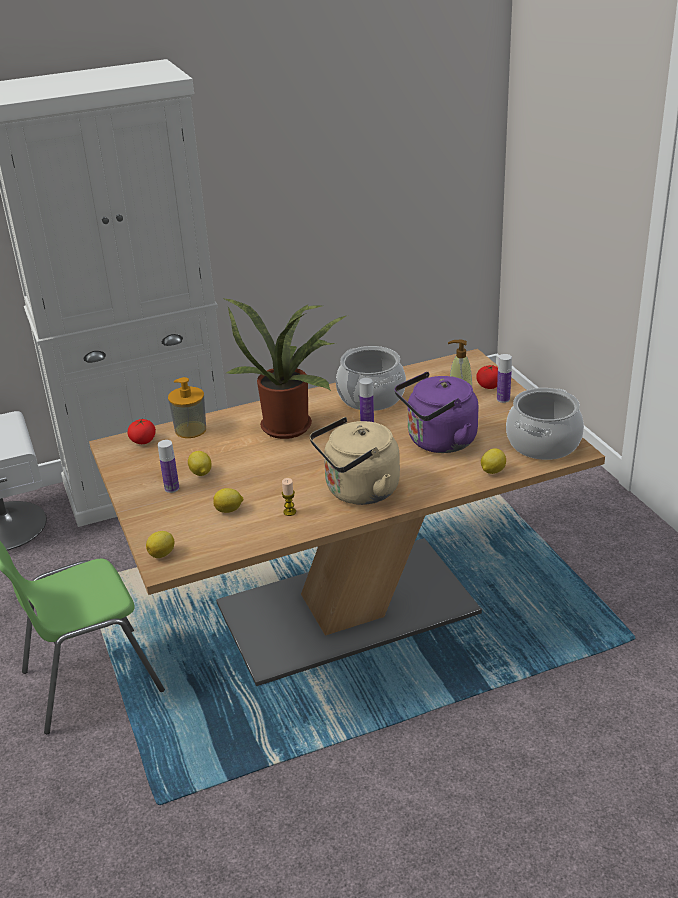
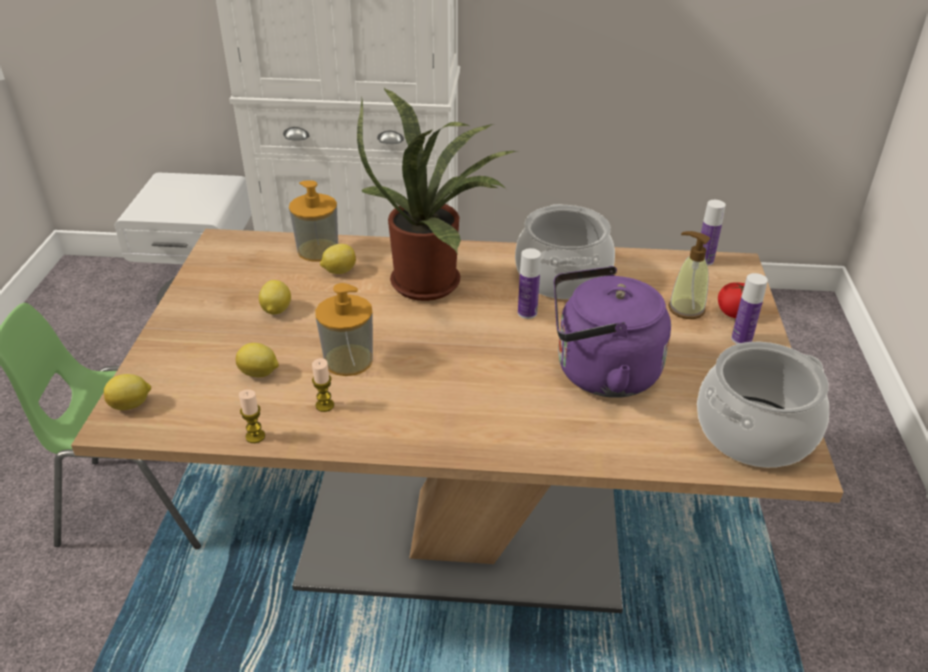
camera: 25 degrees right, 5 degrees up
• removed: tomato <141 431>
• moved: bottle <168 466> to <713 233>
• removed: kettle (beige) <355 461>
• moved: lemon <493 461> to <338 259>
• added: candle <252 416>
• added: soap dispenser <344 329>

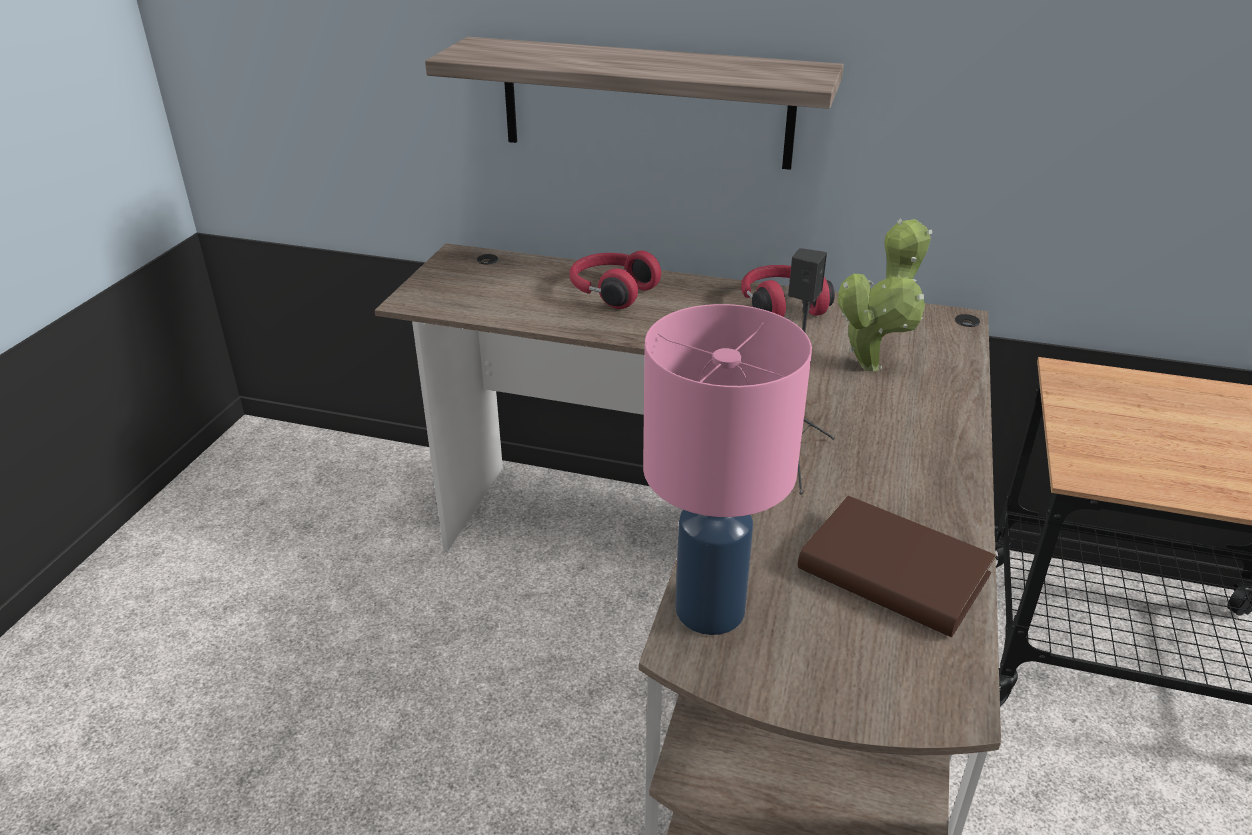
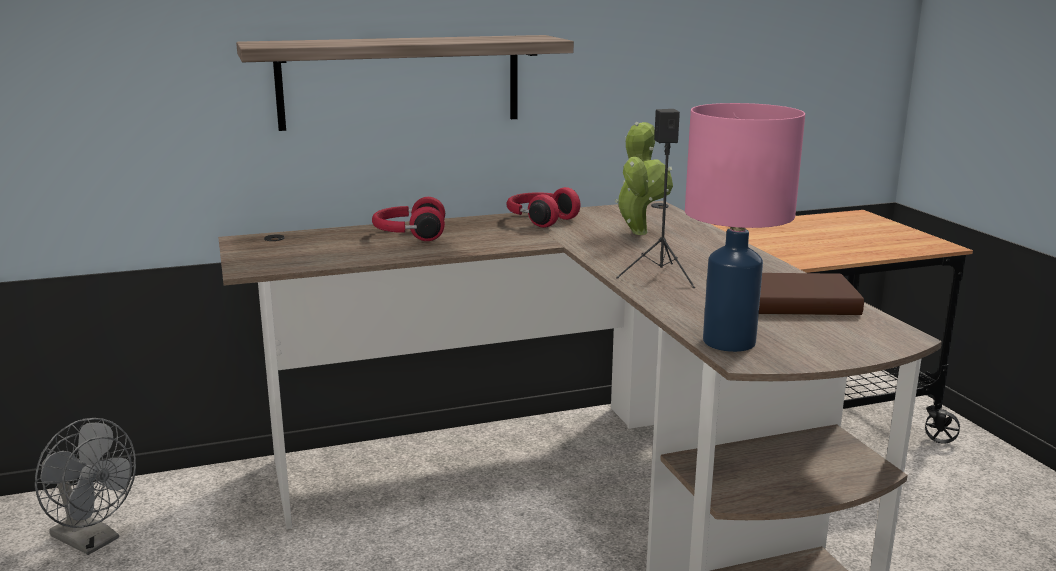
camera: 35 degrees left, 15 degrees down
• added: fan (grey) <85 486>

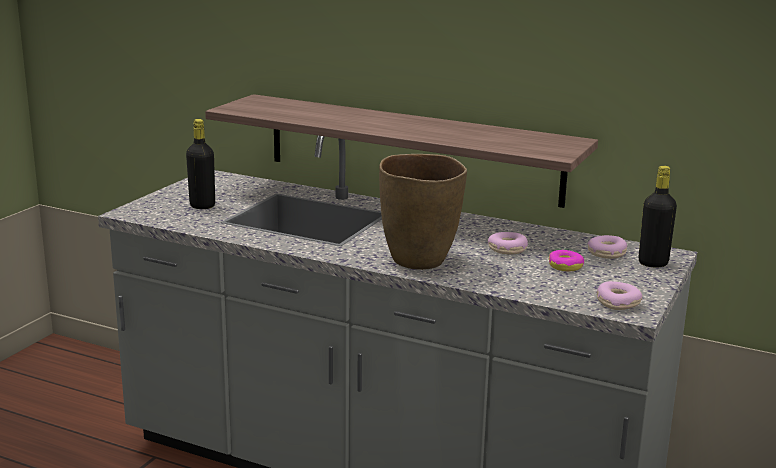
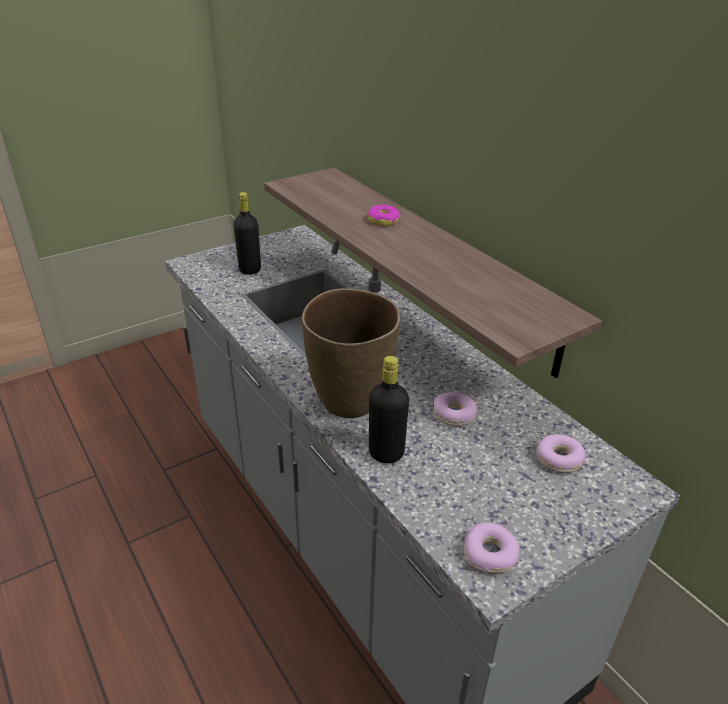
camera: 30 degrees right, 15 degrees up
• moved: donut <566 260> to <384 215>
• moved: bottle (black) <658 217> to <389 409>

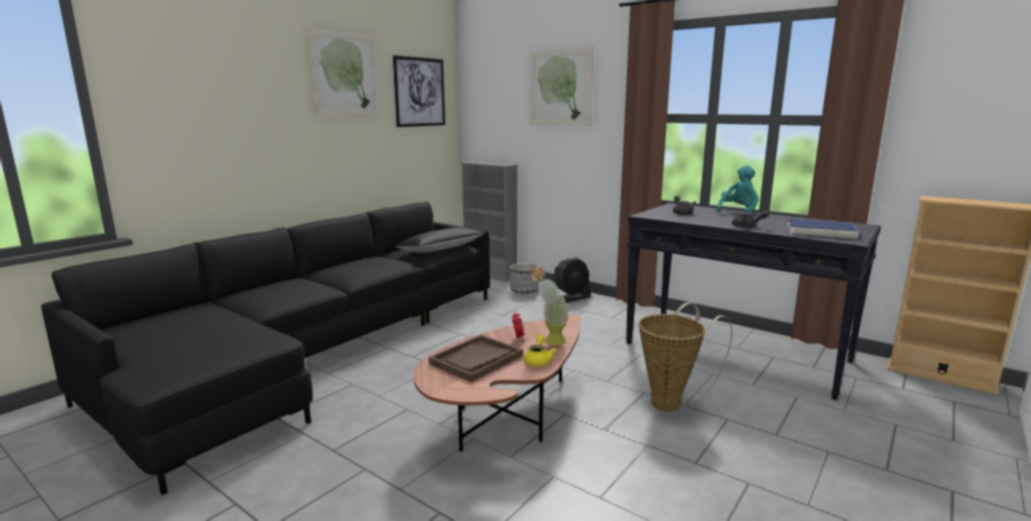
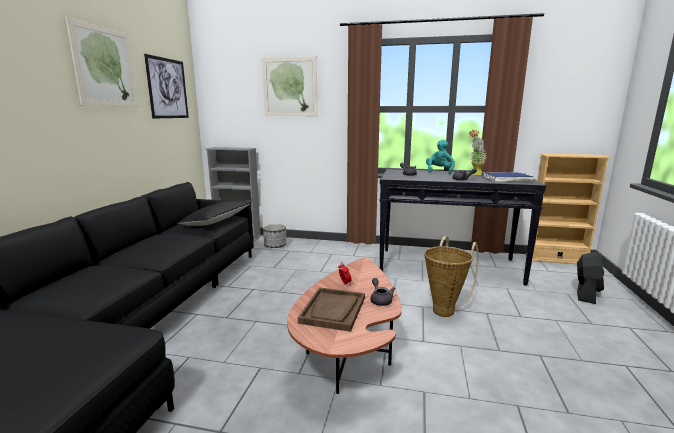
camera: 25 degrees left, 0 degrees up
• recoloured: teapot (yellow) <540 350> to teapot (grey) <382 292>
• moved: potted plant <549 306> to <477 152>
• moved: fan (black) <572 280> to <590 278>

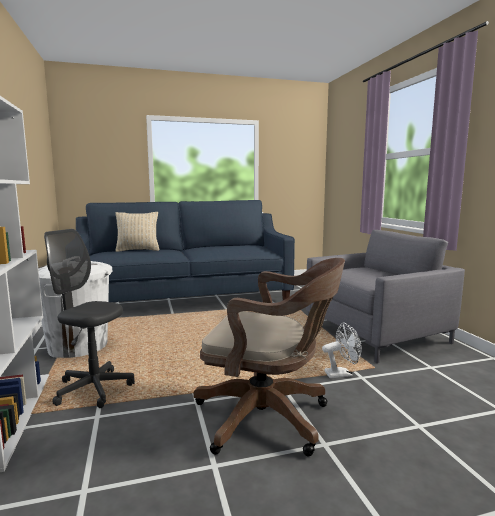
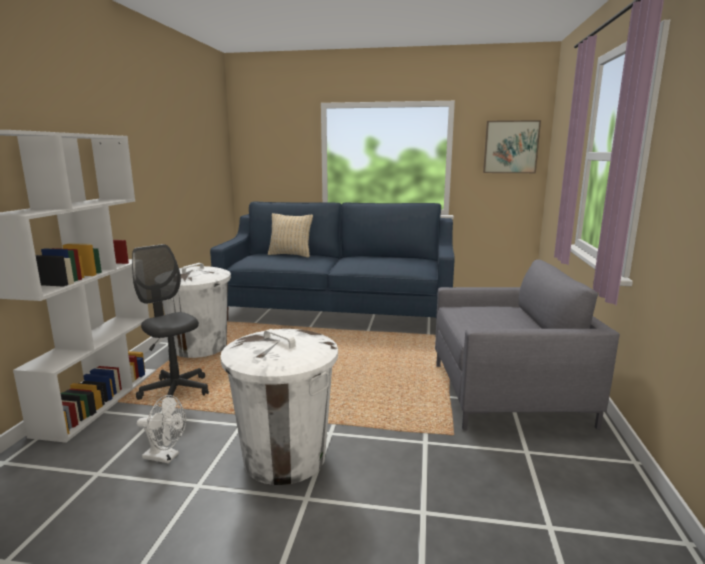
camera: 25 degrees right, 5 degrees up
• replaced: office chair (brown) <269 357> to trash can (white) <279 407>
• moved: fan (white) <342 350> to <161 429>
• added: picture <512 146>

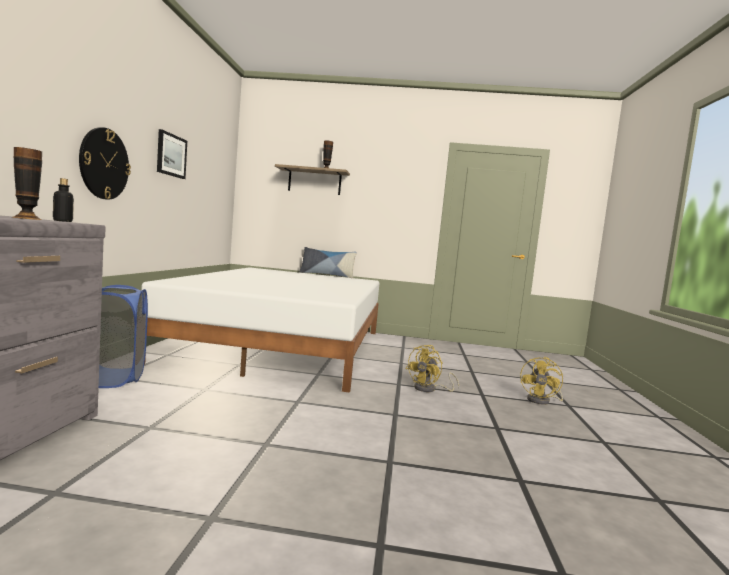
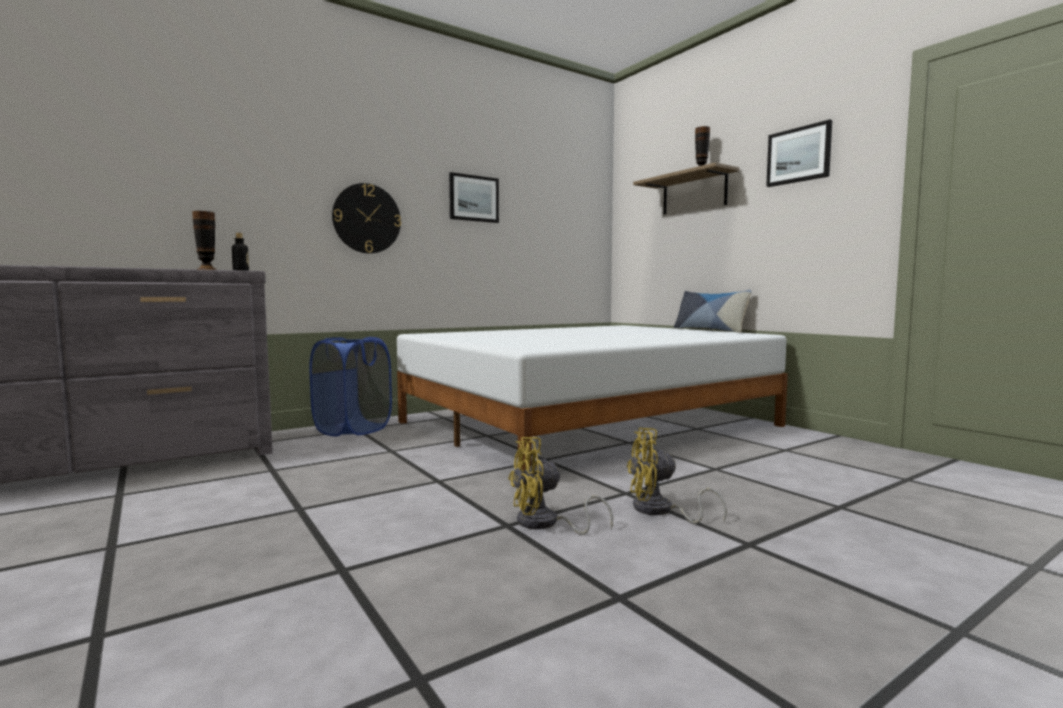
camera: 50 degrees right, 0 degrees up
• moved: fan (yellow) <541 381> to <560 486>
• added: picture <799 153>

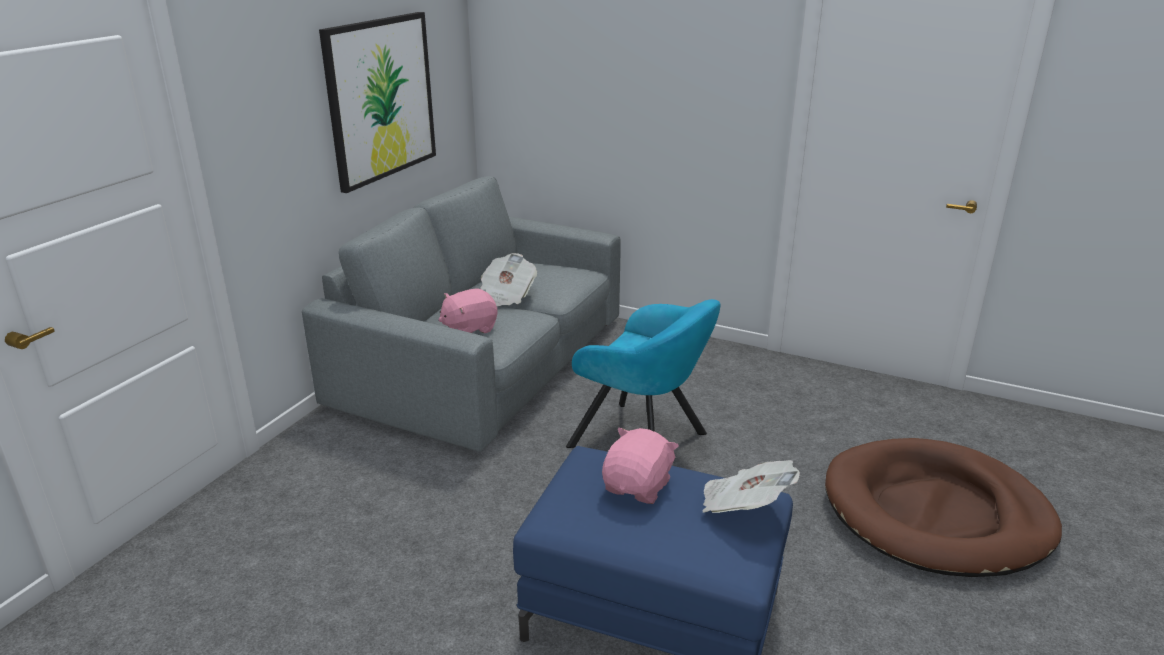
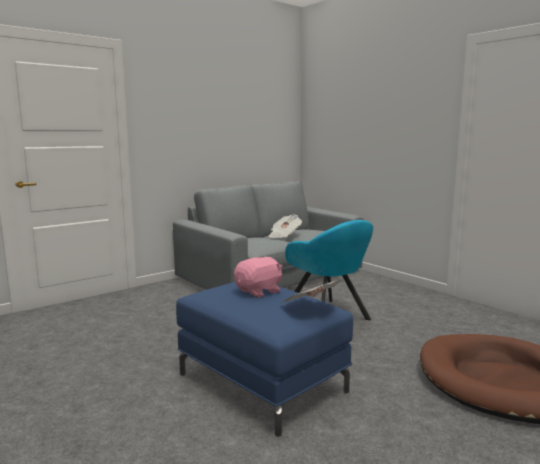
camera: 25 degrees right, 15 degrees down
• removed: picture <377 102>
• removed: plush toy (pink) <468 311>

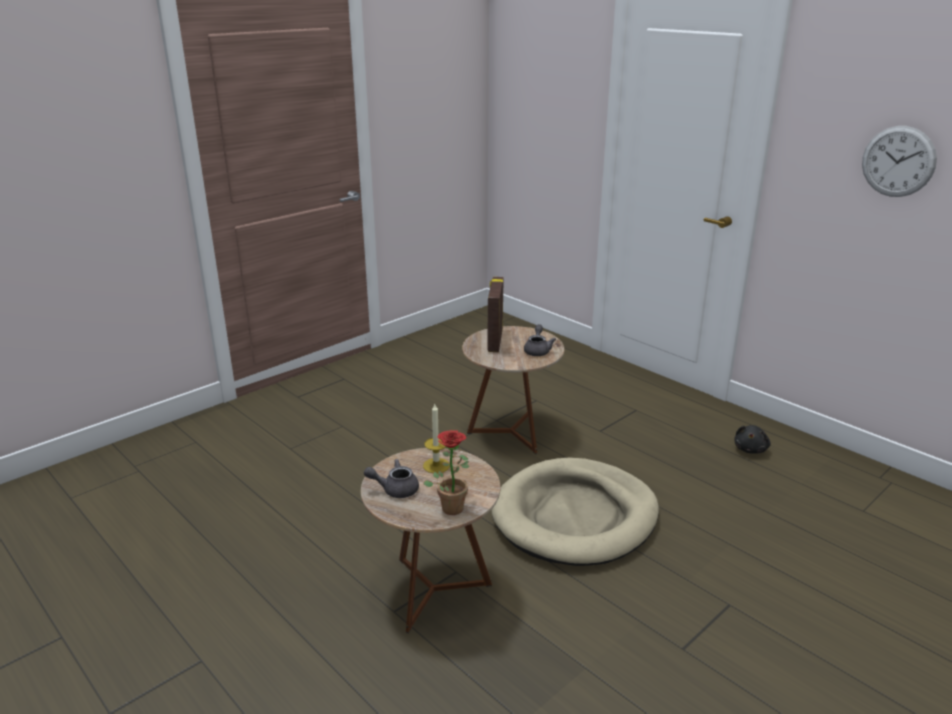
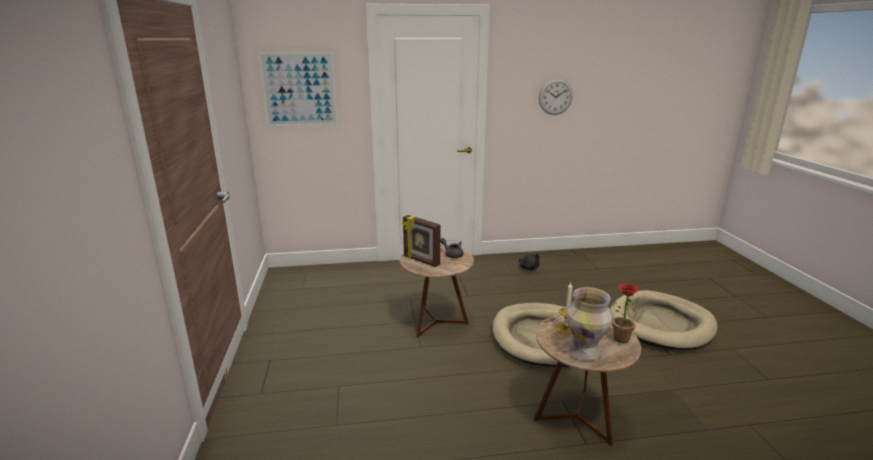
camera: 55 degrees left, 5 degrees down
• replaced: teapot (grey) <391 478> to vase <589 324>
• added: picture <298 89>
• added: dog bed (beige) <664 320>

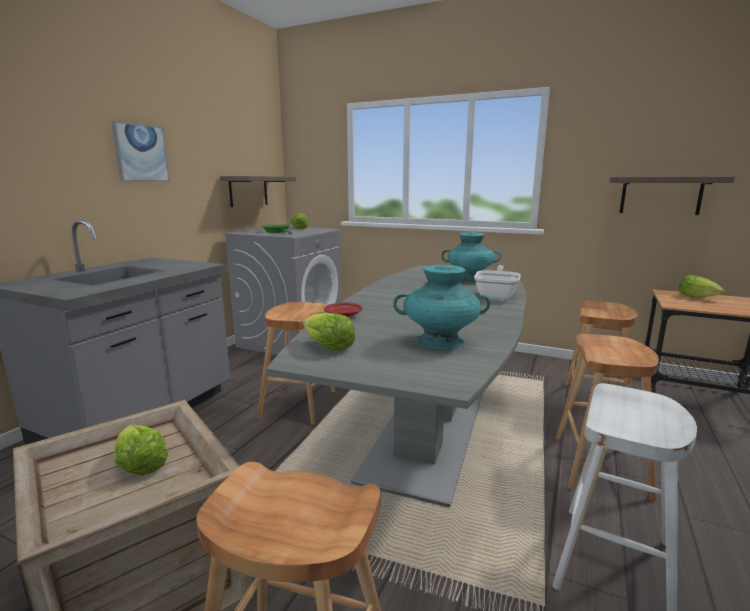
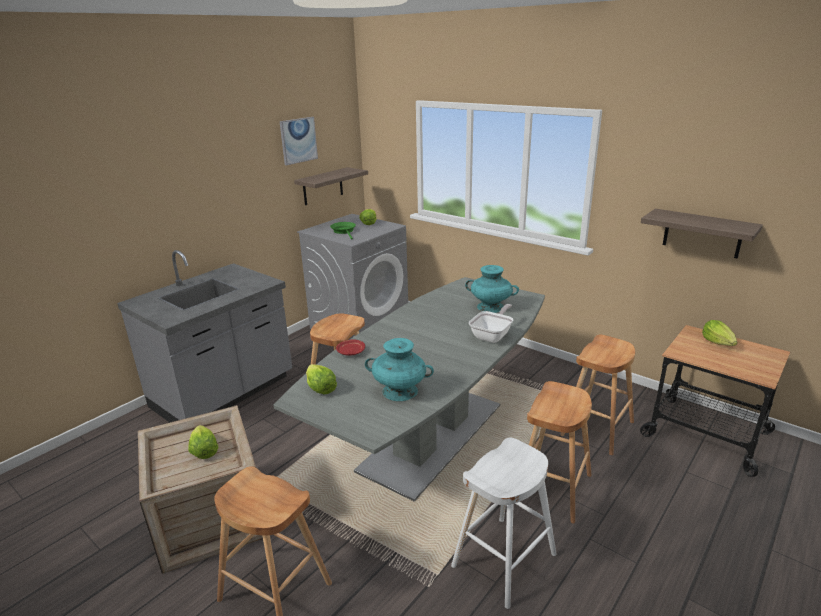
camera: 15 degrees right, 10 degrees up
• moved: picture <140 151> to <299 141>

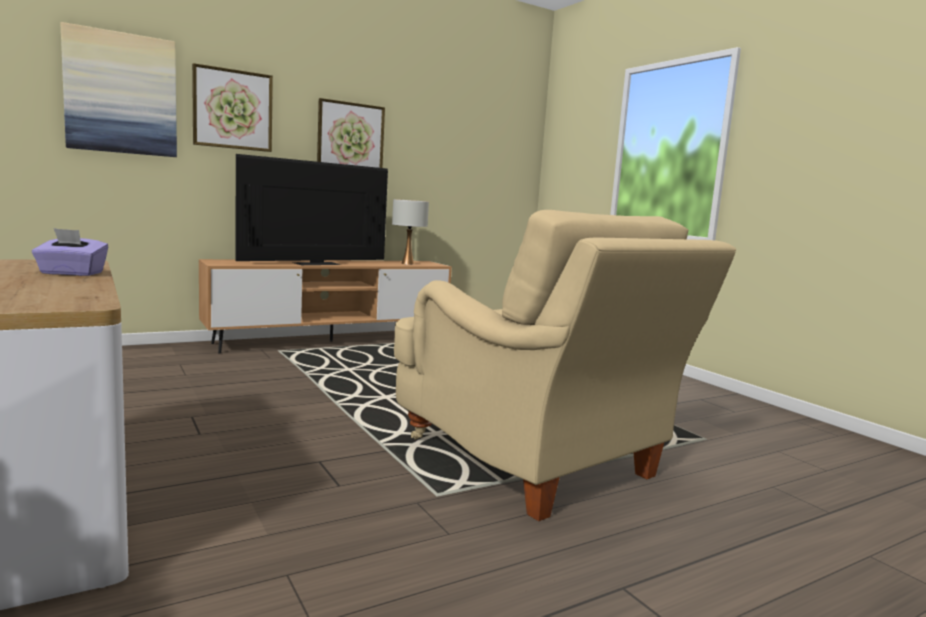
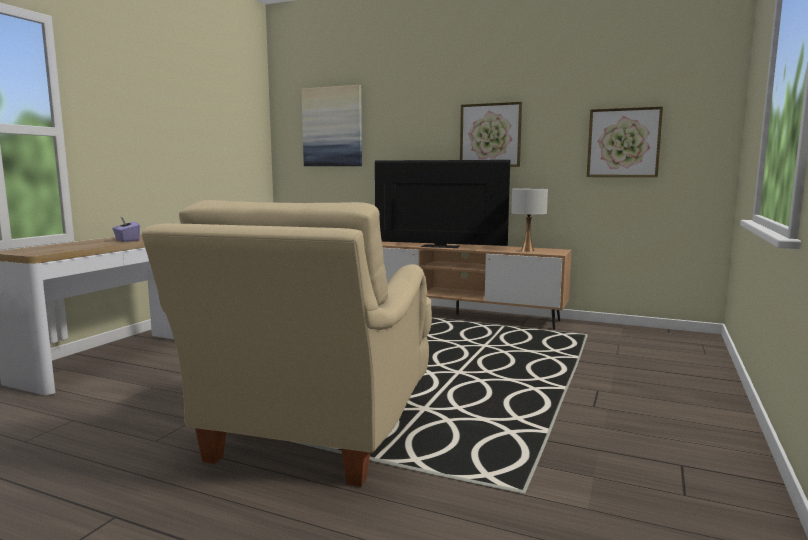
camera: 55 degrees right, 0 degrees up
• moved: picture <232 107> to <625 141>

